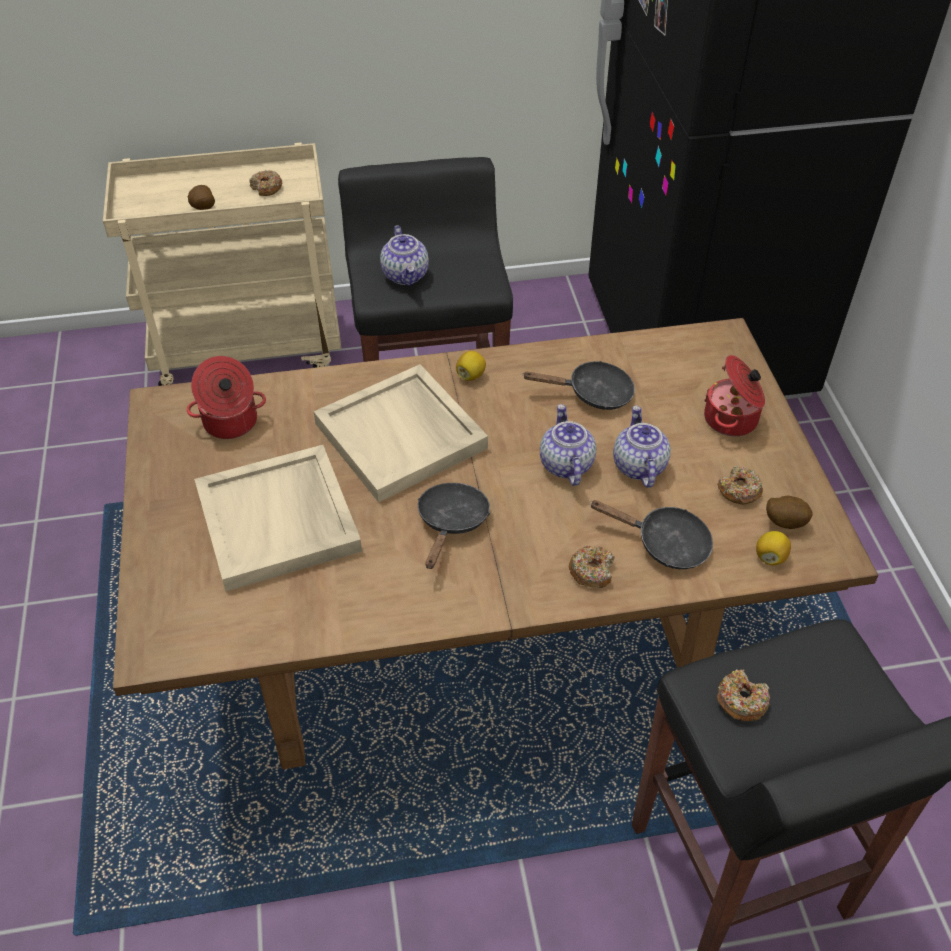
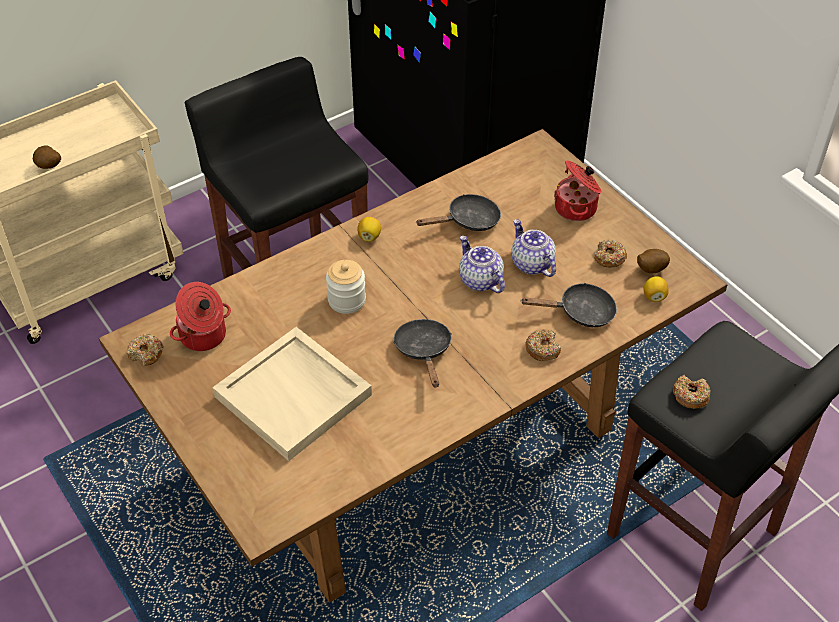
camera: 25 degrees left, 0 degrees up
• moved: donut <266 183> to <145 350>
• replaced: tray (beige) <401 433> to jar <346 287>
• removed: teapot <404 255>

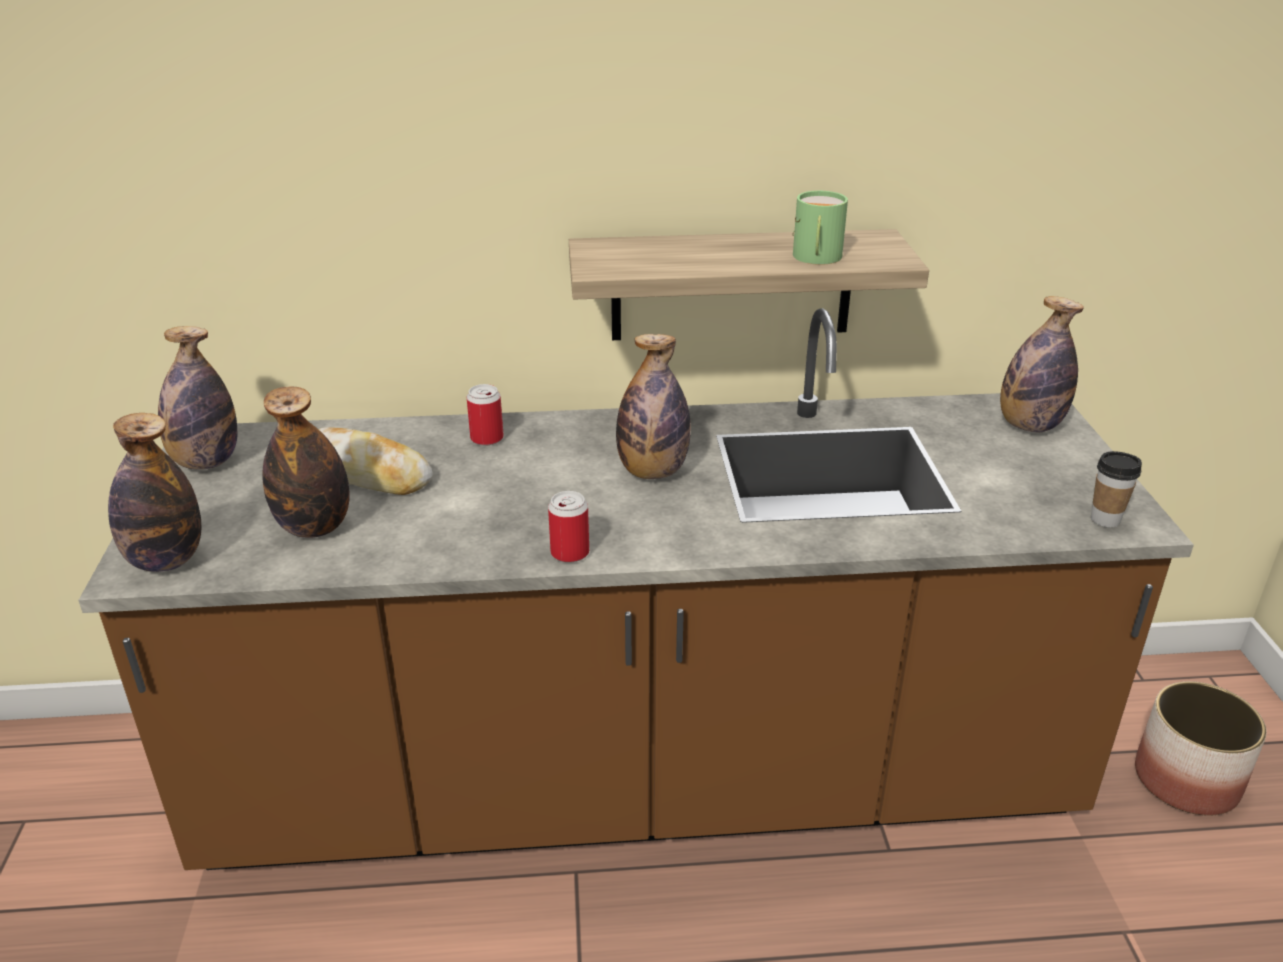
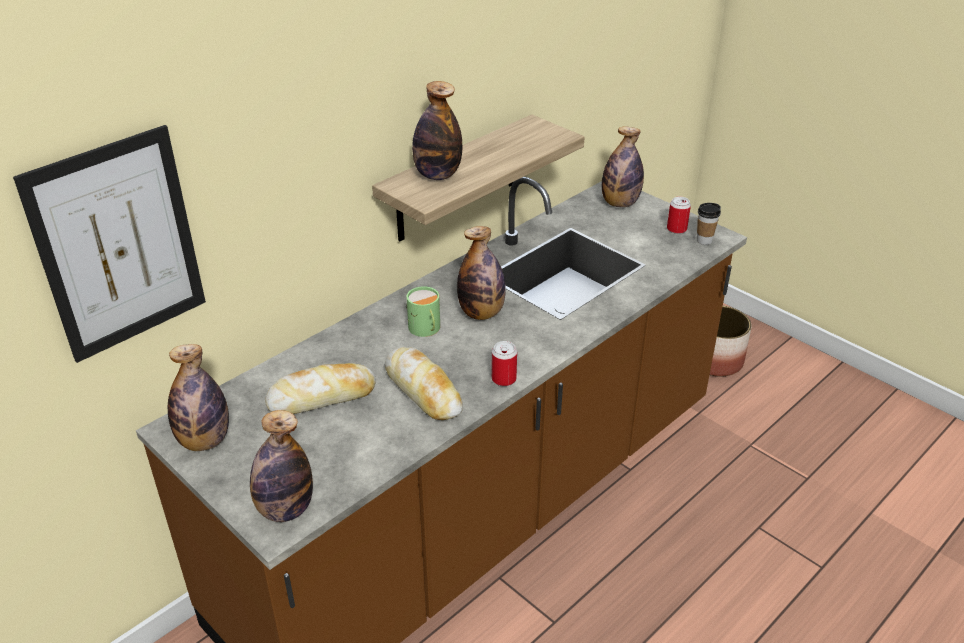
camera: 40 degrees left, 5 degrees up
• moved: bottle <306 462> to <437 130>
• moved: can <485 415> to <679 215>
• moved: mug (green) <820 228> to <423 311>
• added: picture <109 244>
• added: bread <424 383>

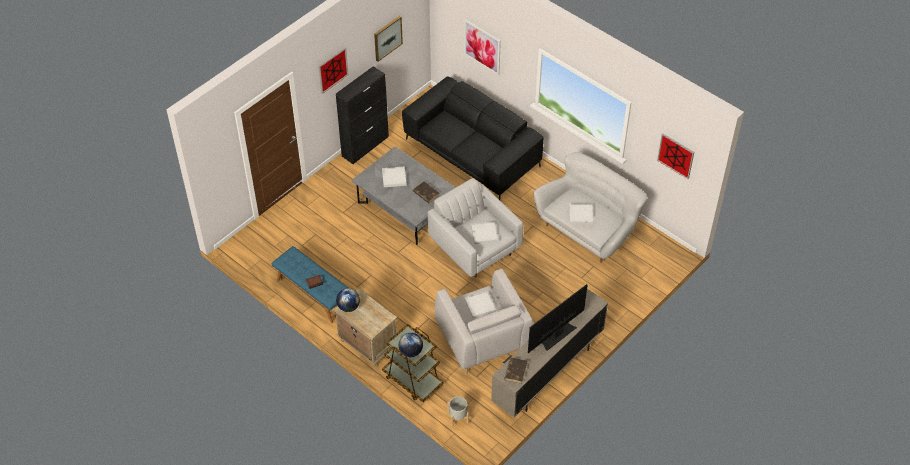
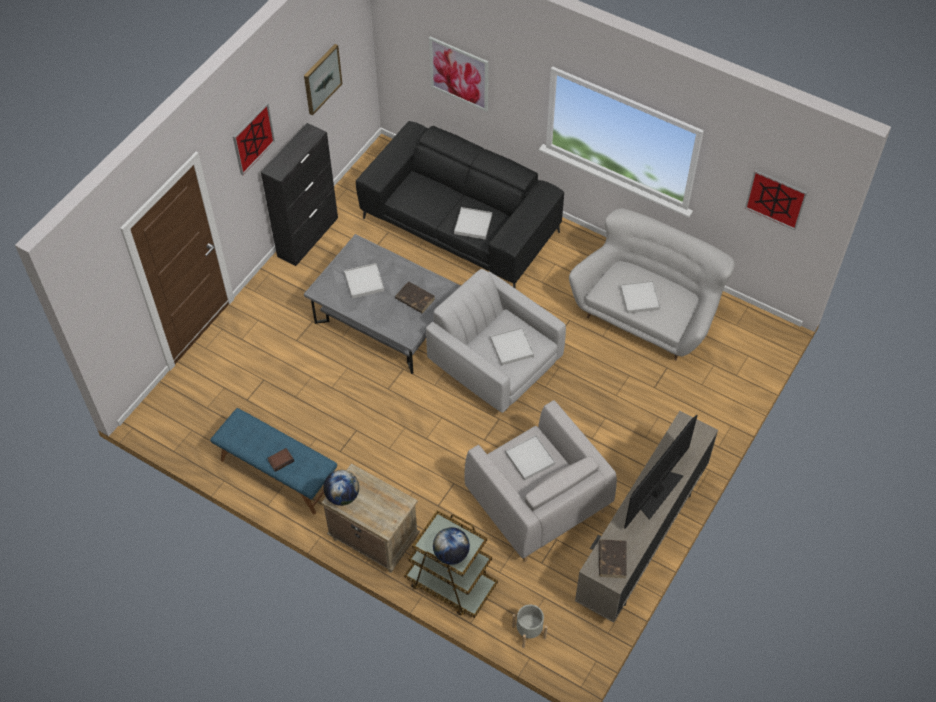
camera: 10 degrees left, 5 degrees up
• added: tray (white) <473 223>

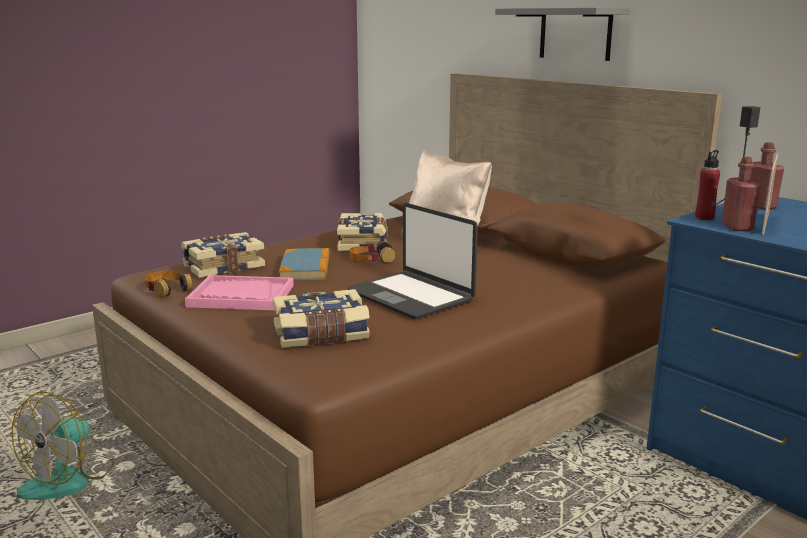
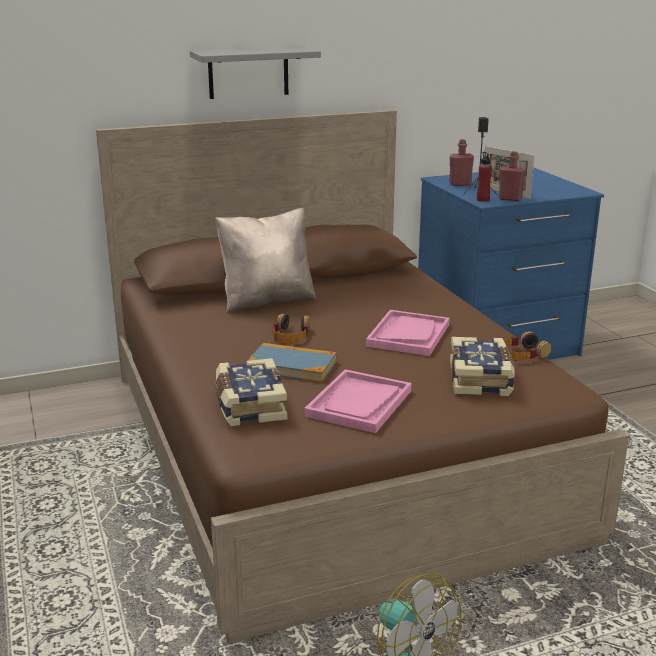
camera: 70 degrees left, 5 degrees up
• moved: headphones <169 284> to <527 346>
• removed: book <362 232>
• replaced: laptop <413 261> to tray (pink) <408 333>

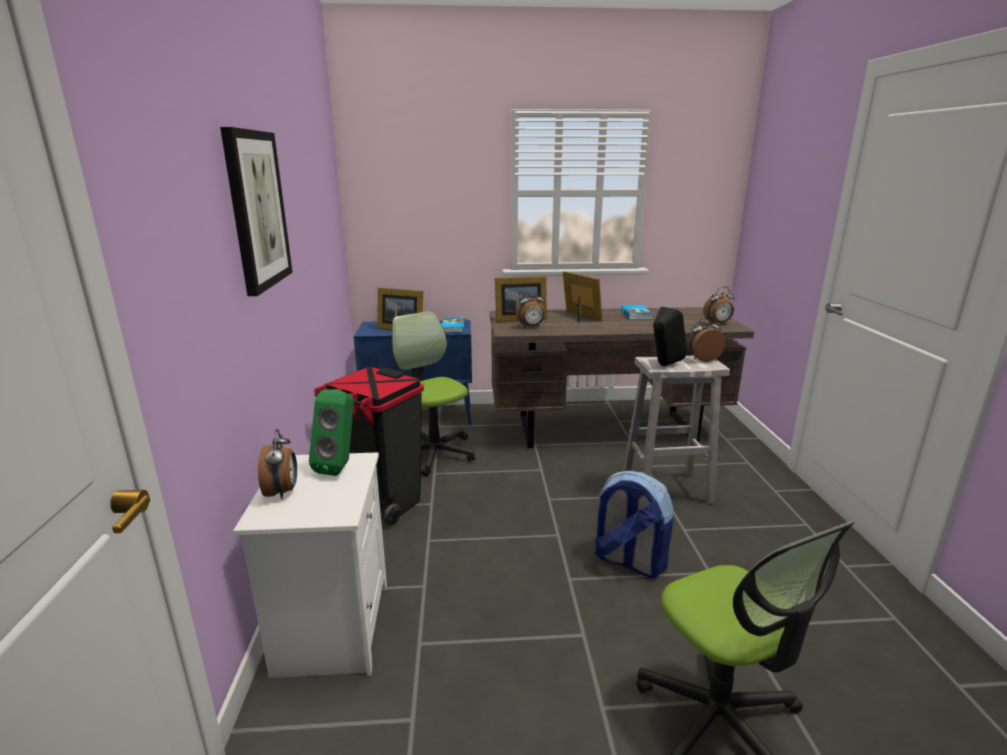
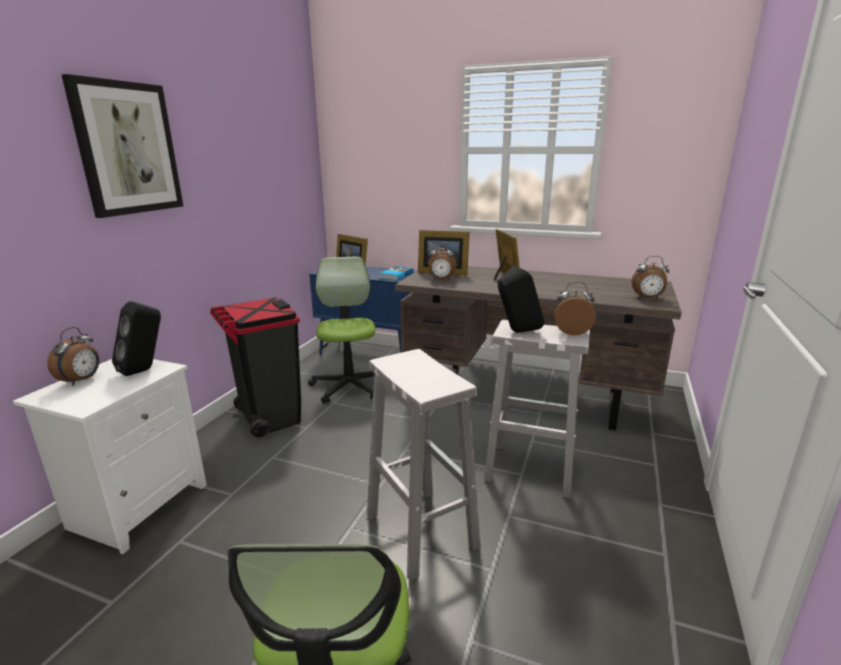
camera: 25 degrees right, 0 degrees up
• recoloured: speaker (green) <331 432> to speaker (black) <136 338>
• replaced: backpack <634 524> to stool (white) <424 464>
• removed: book <637 312>

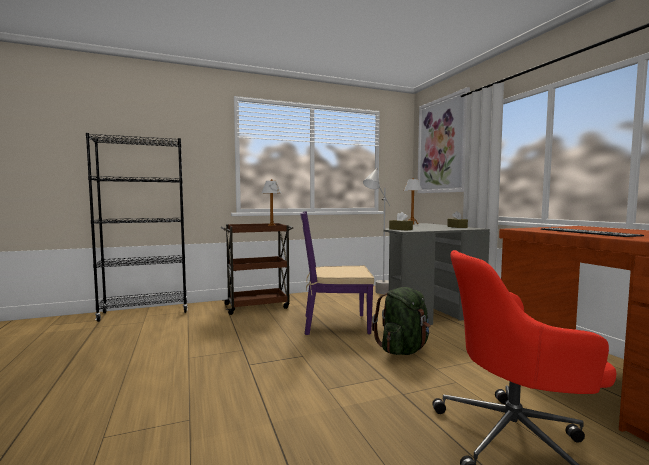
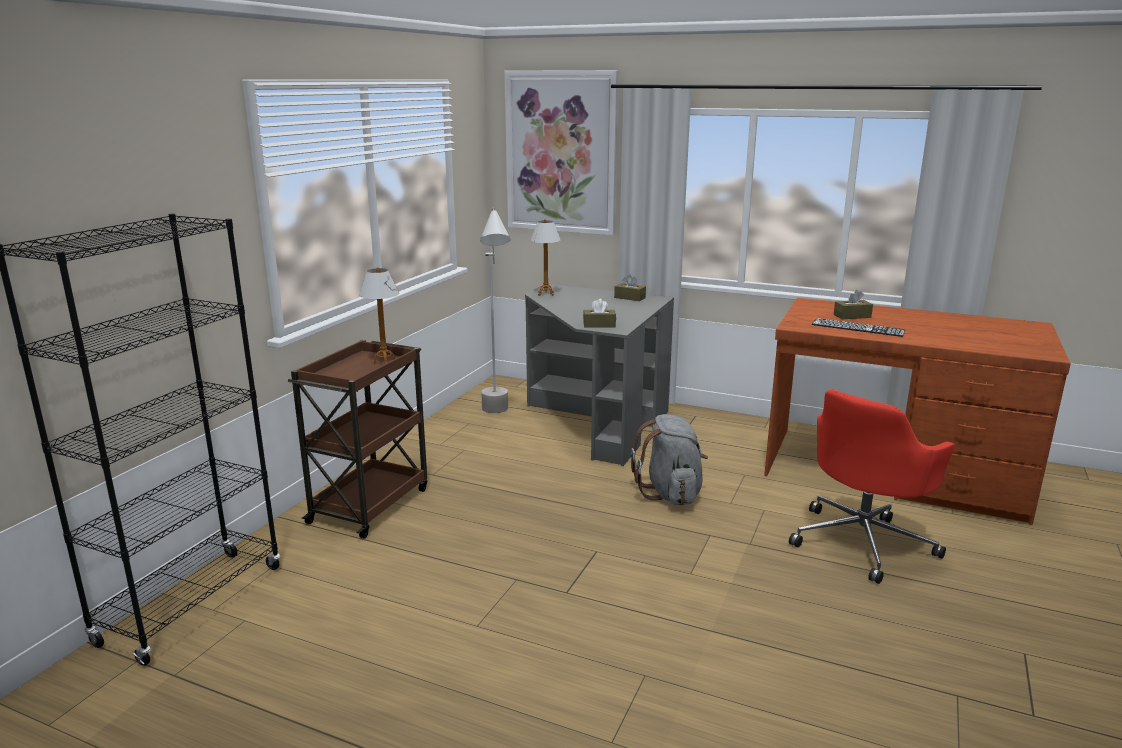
camera: 45 degrees left, 15 degrees up
• removed: chair (purple) <337 273>
• recoloured: backpack (green) <401 321> to backpack (grey) <669 459>
• added: tissue box (brown) <853 304>

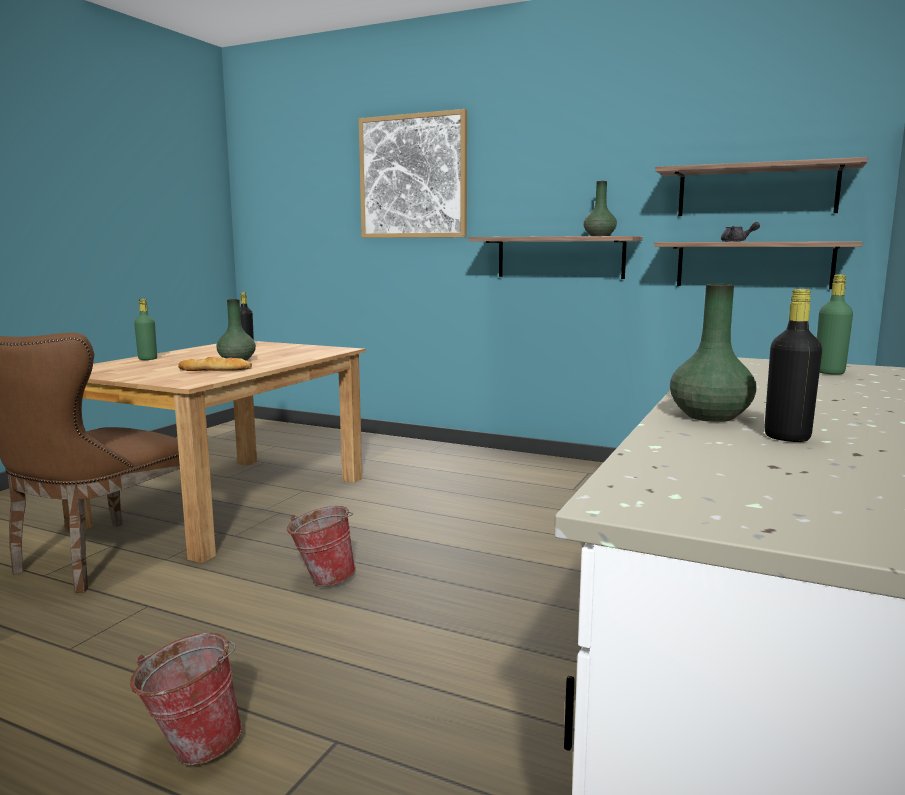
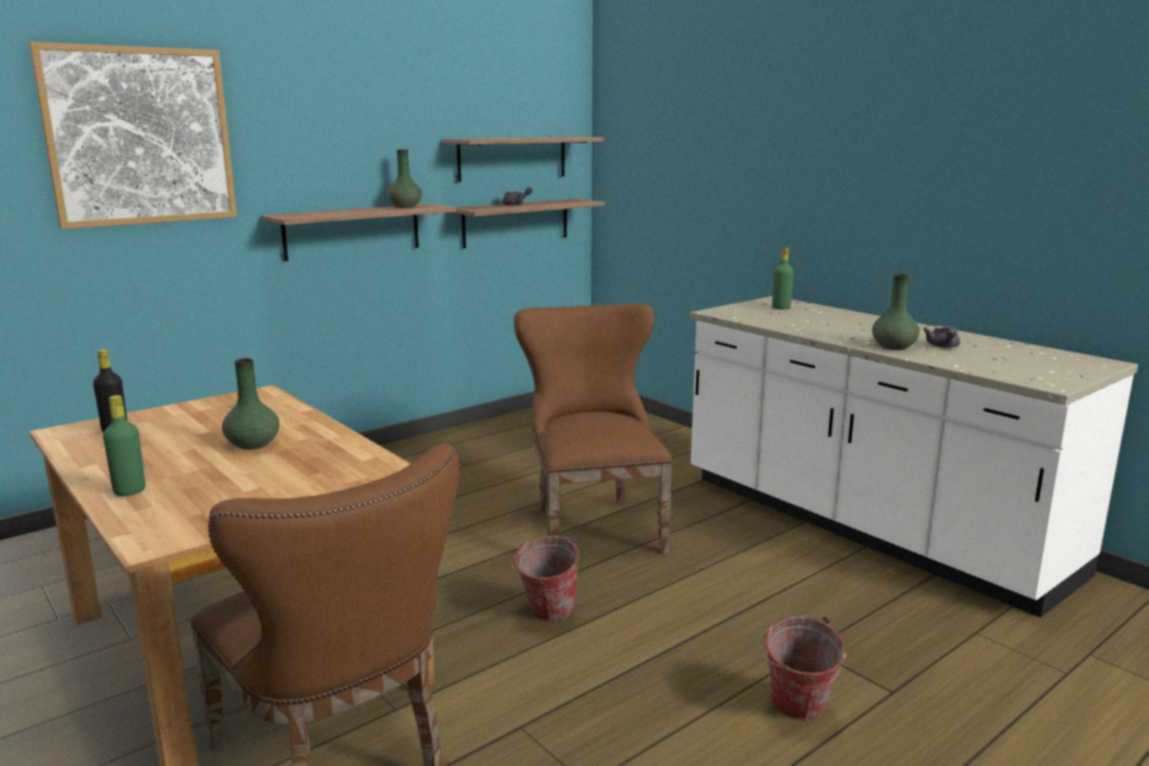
camera: 65 degrees left, 5 degrees up
• removed: bread <215 363>
• replaced: bottle (black) <793 365> to teapot (grey) <941 337>
• added: chair (brown) <593 428>

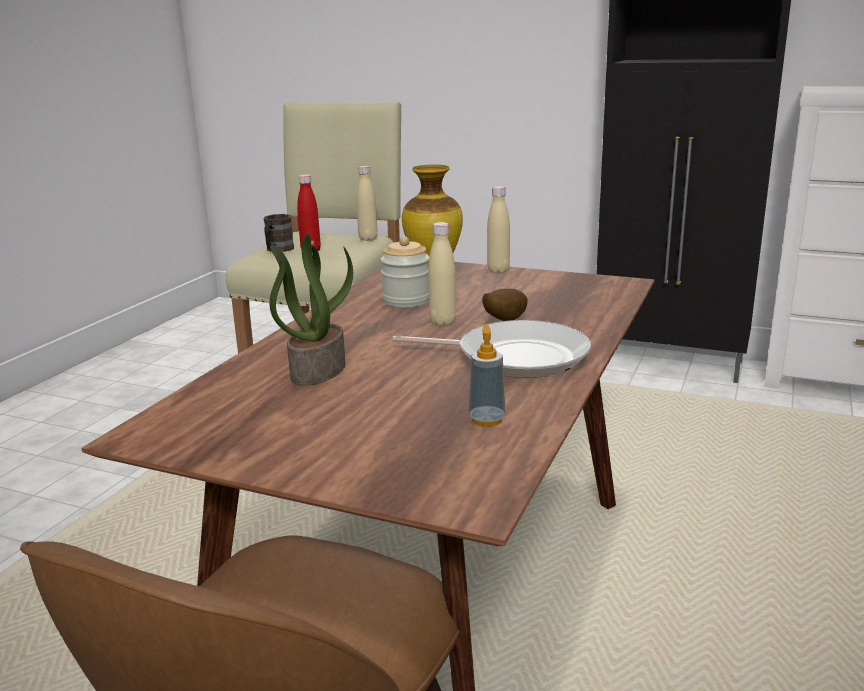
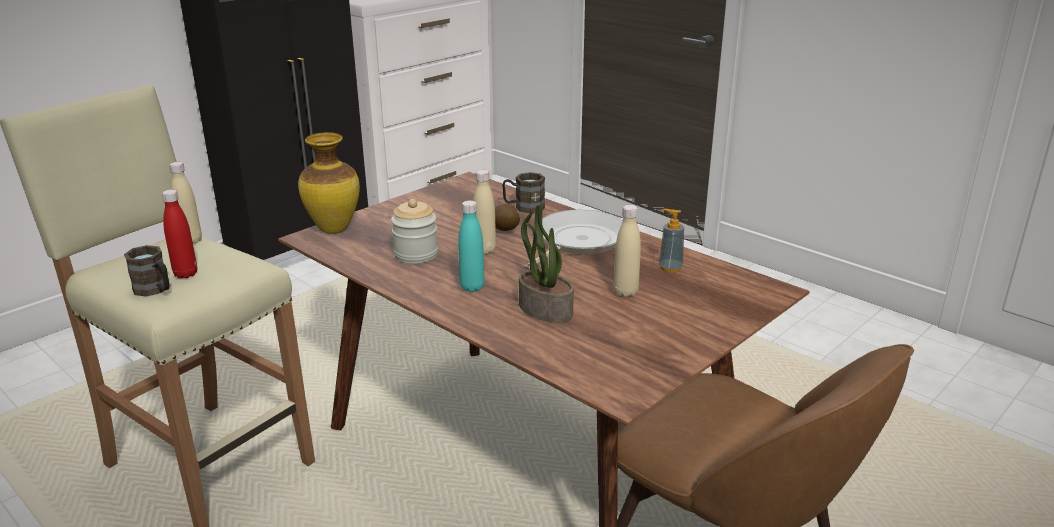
camera: 70 degrees left, 5 degrees up
• moved: bottle (beige) <498 229> to <627 251>
• added: bottle (turquoise) <471 246>
• added: mug (brown) <523 192>

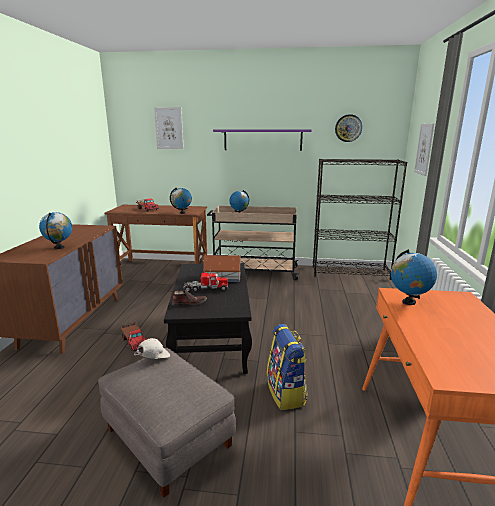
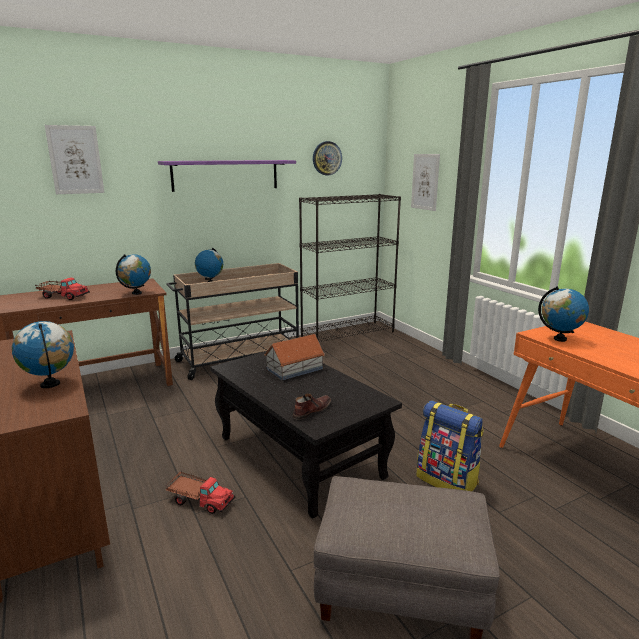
camera: 35 degrees left, 0 degrees up
• removed: cap (white) <152 348>
• removed: toy truck <206 282>

